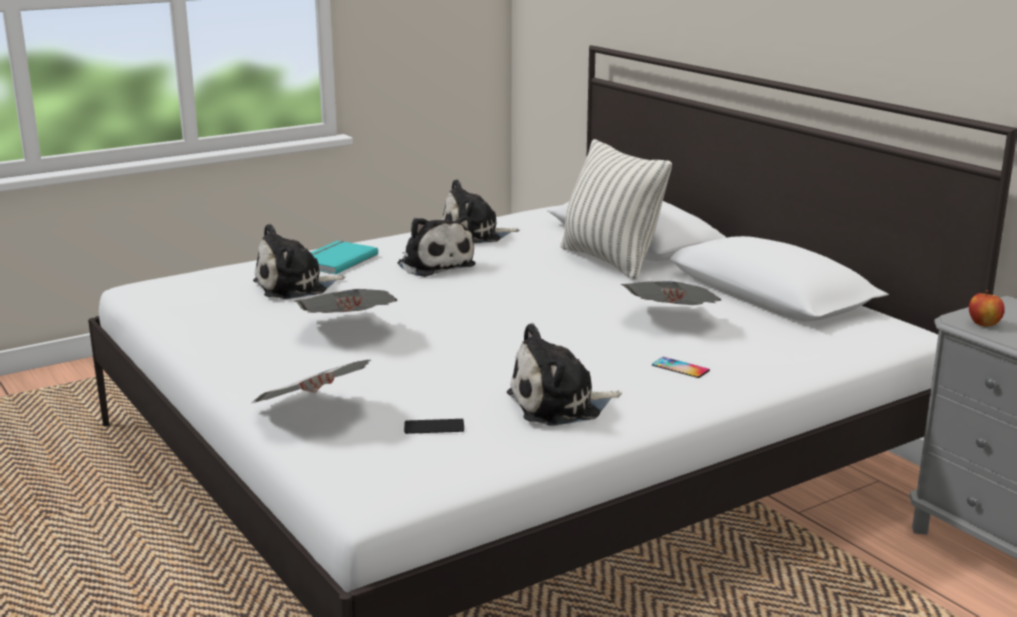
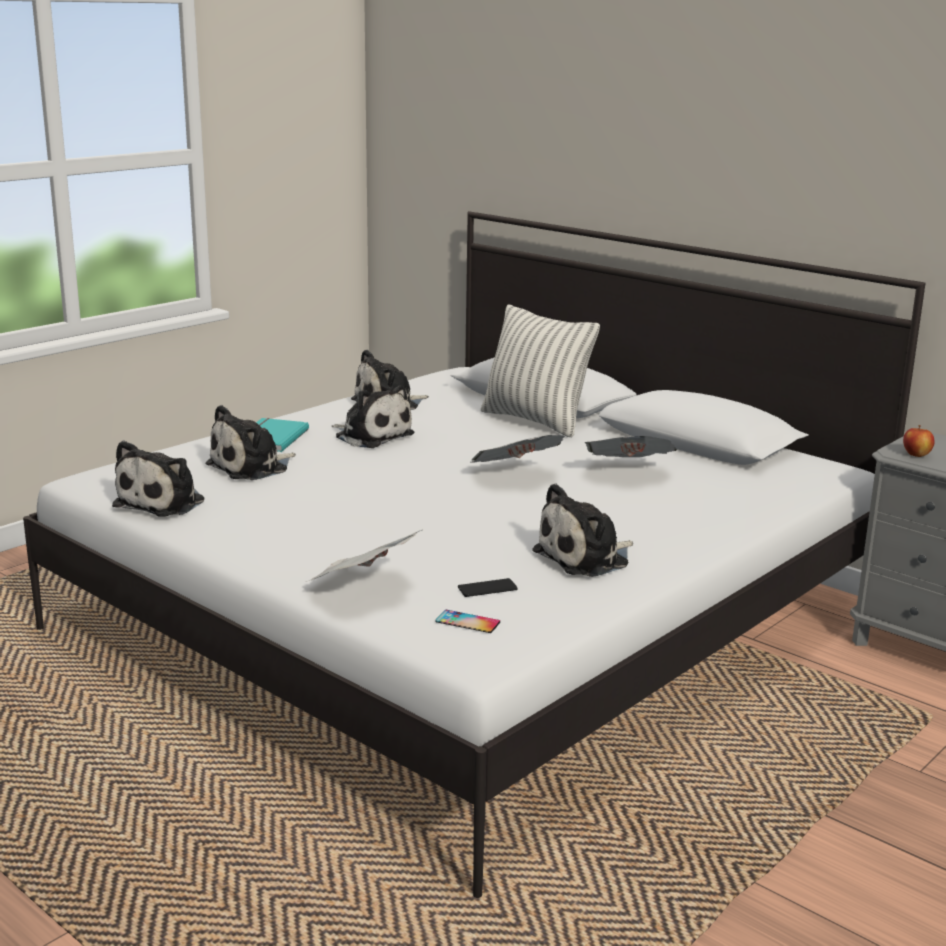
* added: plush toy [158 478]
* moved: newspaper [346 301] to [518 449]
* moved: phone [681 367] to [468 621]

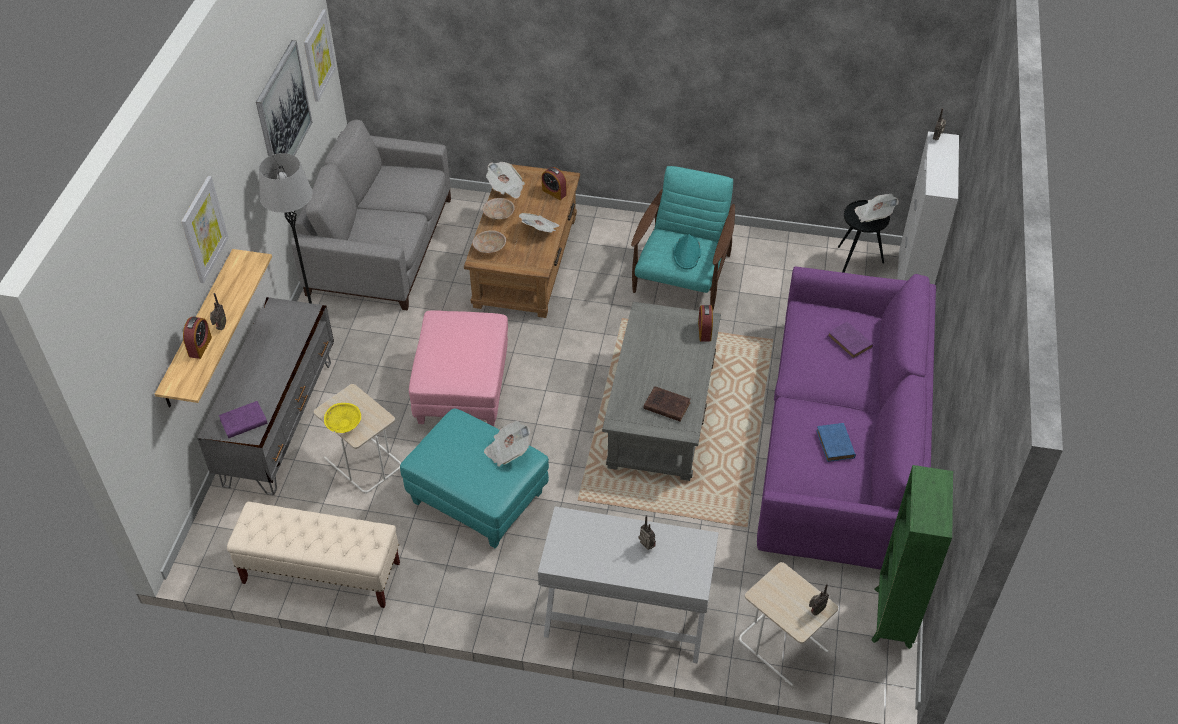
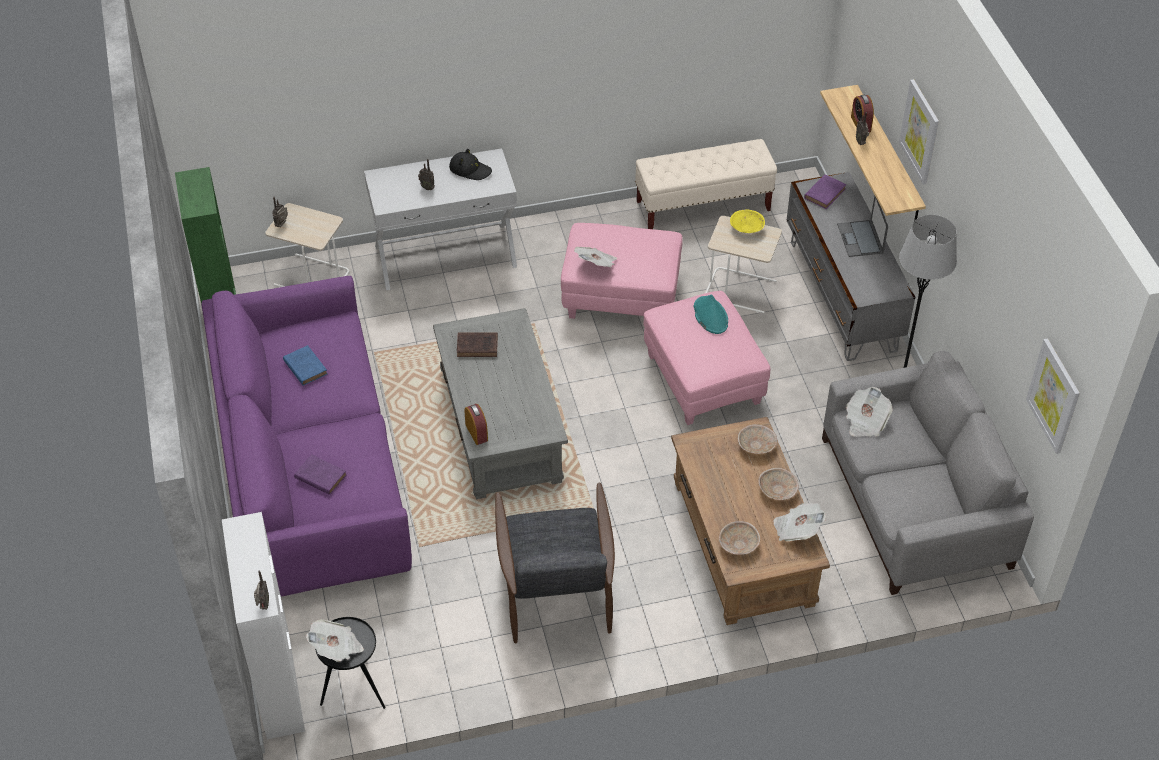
* removed: picture [284 98]
* added: black hat [470 164]
* added: laptop [862 226]
* moved: newspaper [539 223] to [869 412]
* moved: turquoise hat [687 251] to [711 314]
* replaced: alarm clock [554 183] to beige bowl [739 538]
* recoloured: turquoise ottoman [474 478] to pink ottoman [622 271]
* recoloured: turquoise armchair [683 238] to grey armchair [555 562]

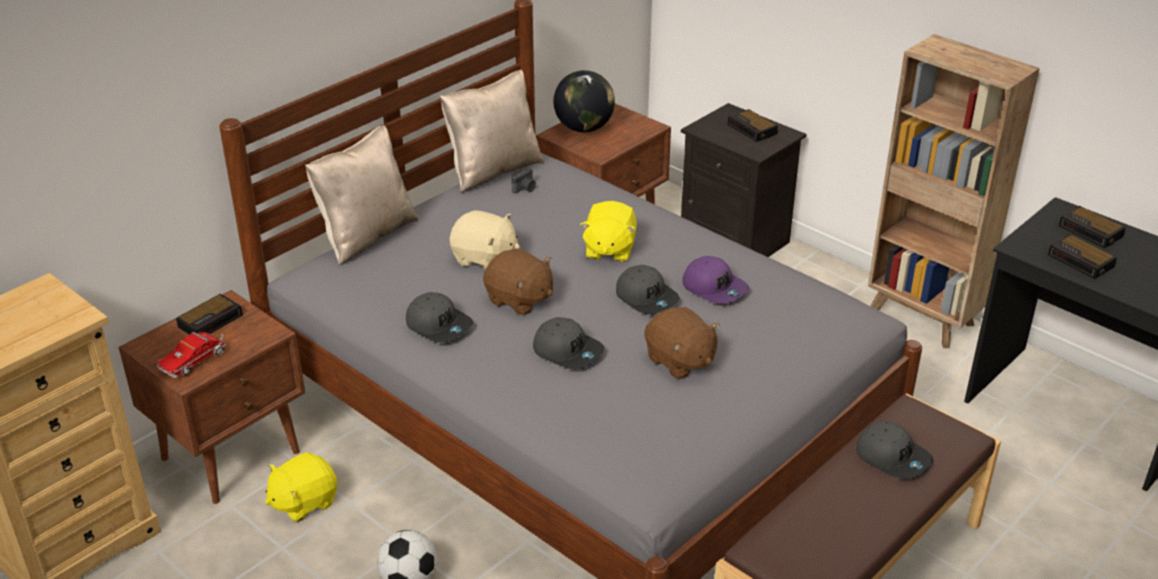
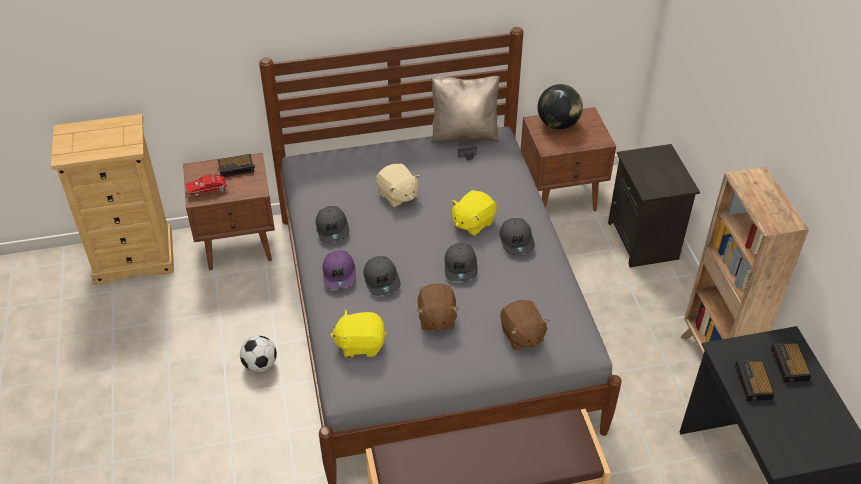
* removed: beige pillow [362 195]
* removed: alarm clock [753 125]
* moved: yellow plush toy [301 487] to [358 333]
* moved: brown plush toy [518 282] to [525 325]
* moved: purple cap [715 280] to [339 269]
* moved: grey cap [894 450] to [517 236]

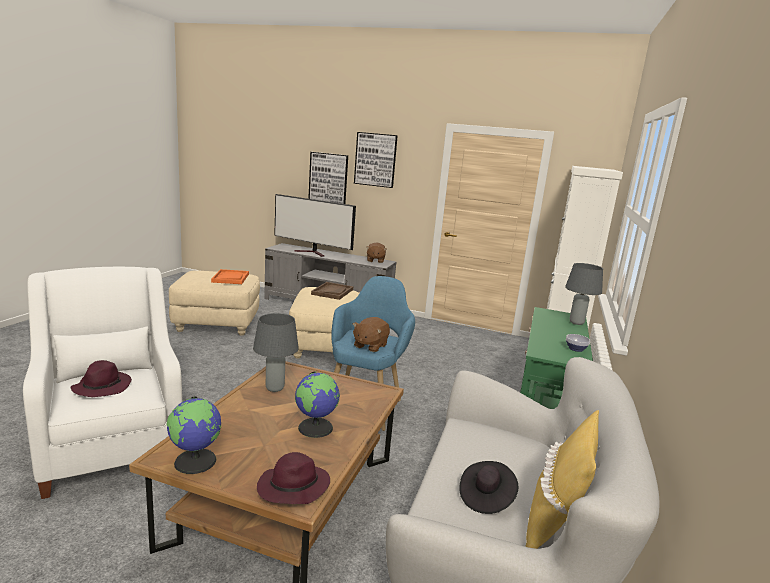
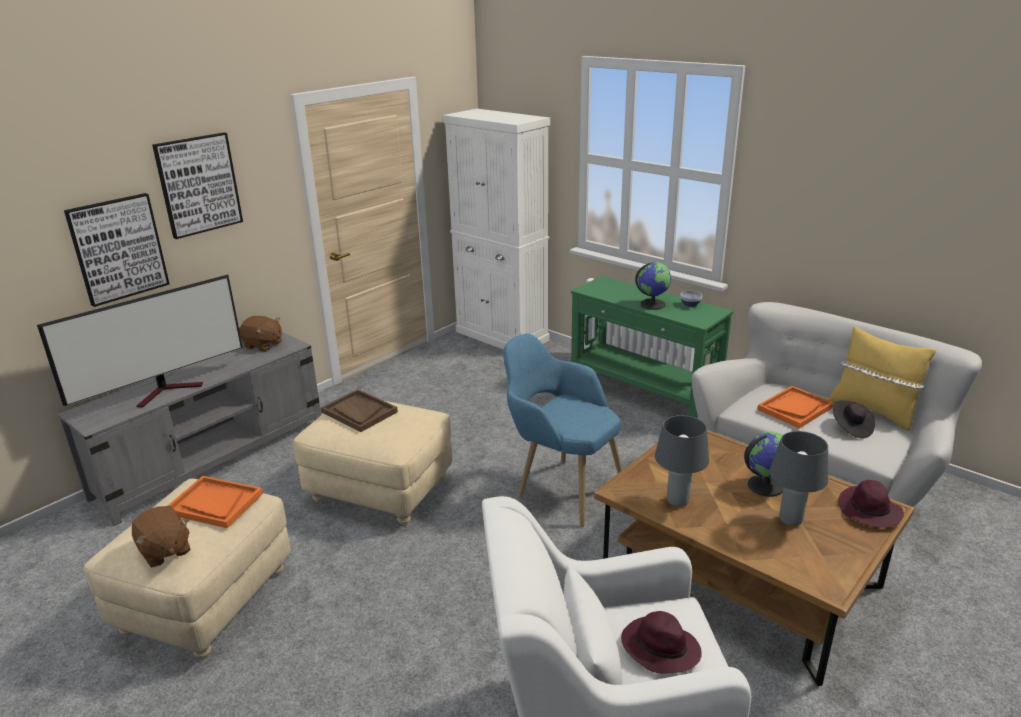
* added: orange tray [795 407]
* moved: globe [194 435] to [653 286]
* moved: brown plush toy [371 334] to [161 536]
* moved: grey table lamp [584 294] to [798 478]

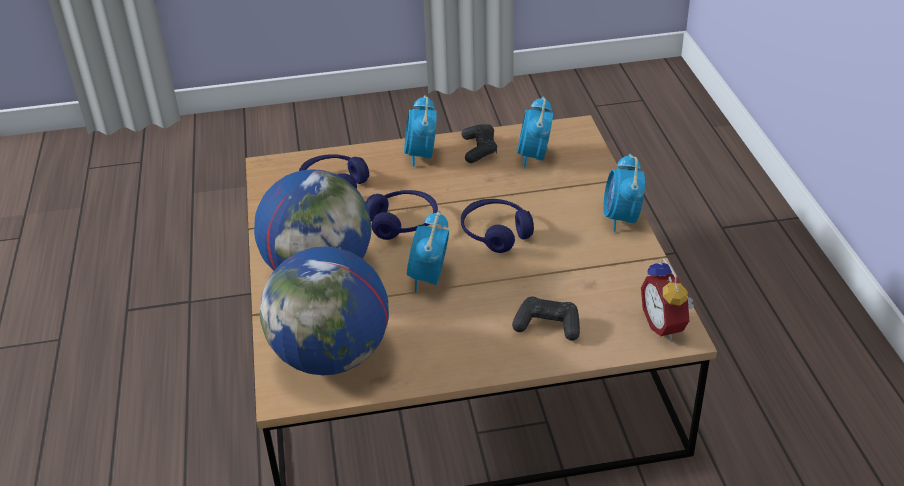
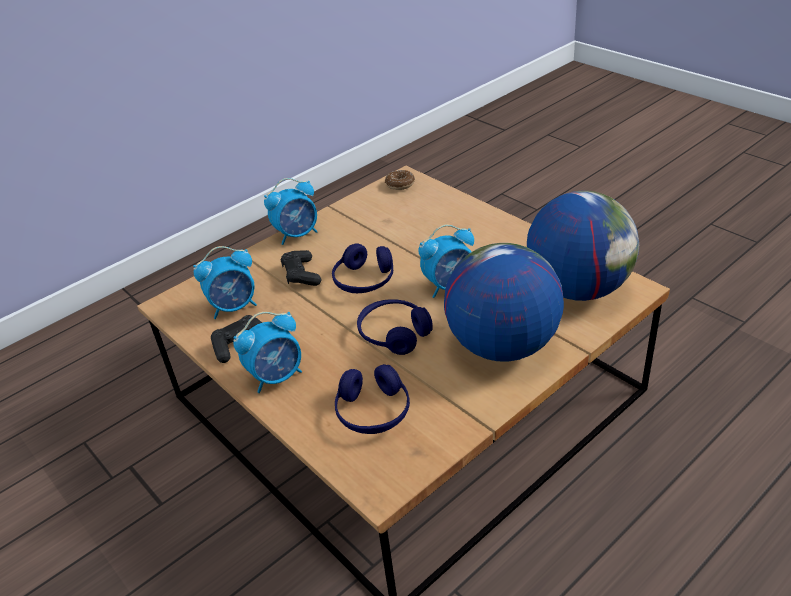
* moved: black game controller [546 319] to [300 268]
* replaced: alarm clock [667 299] to donut [400 180]

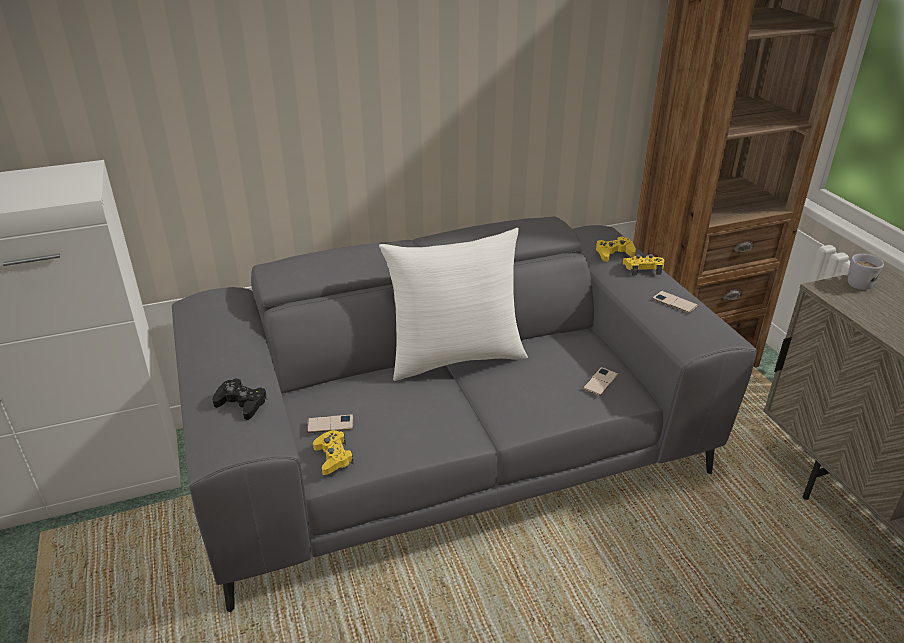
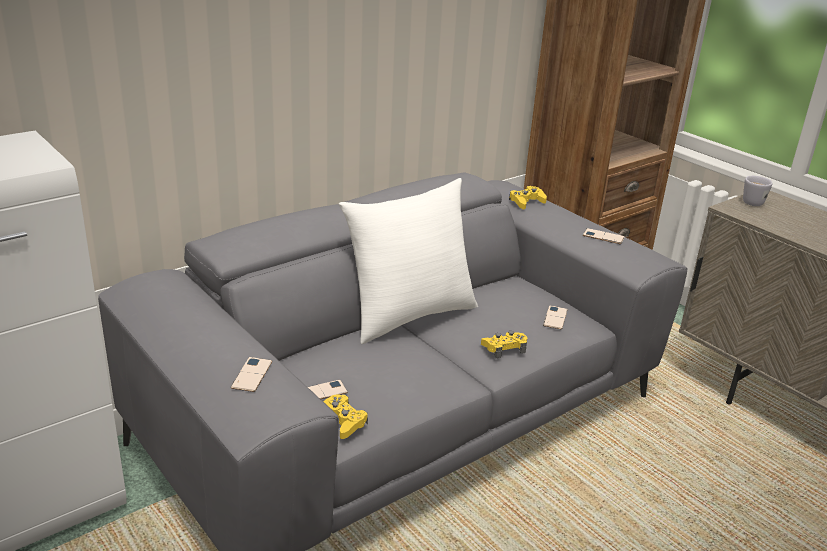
* moved: yellow game controller [644 264] to [504 344]
* replaced: black game controller [239 399] to phone [251 374]

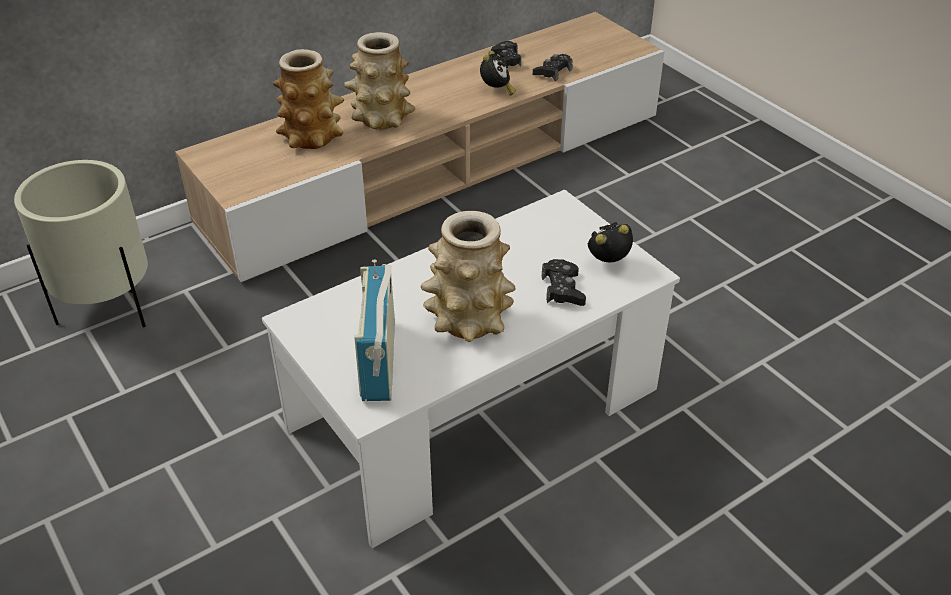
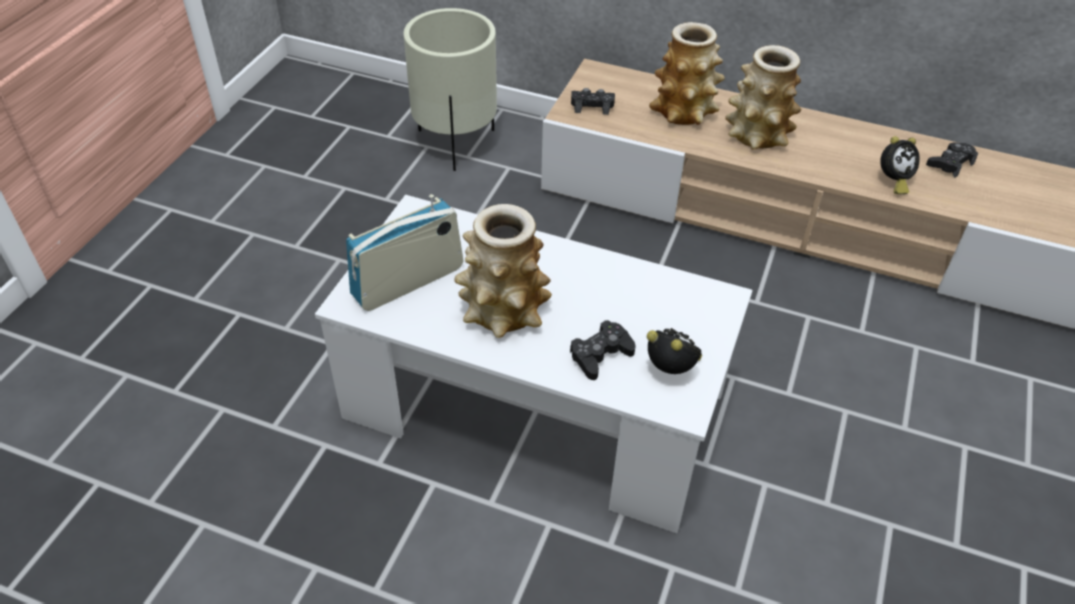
* moved: black game controller [553 67] to [593 101]

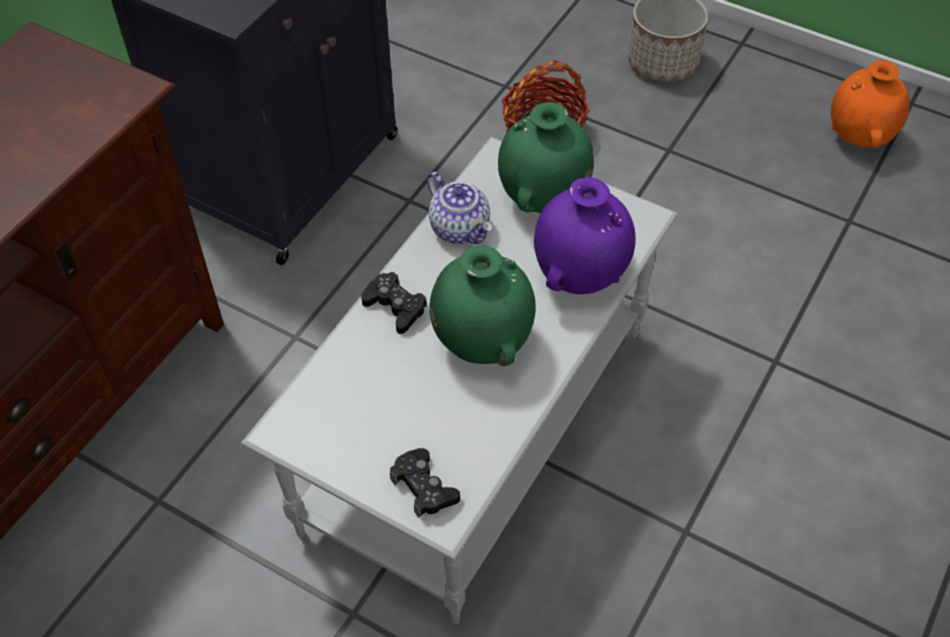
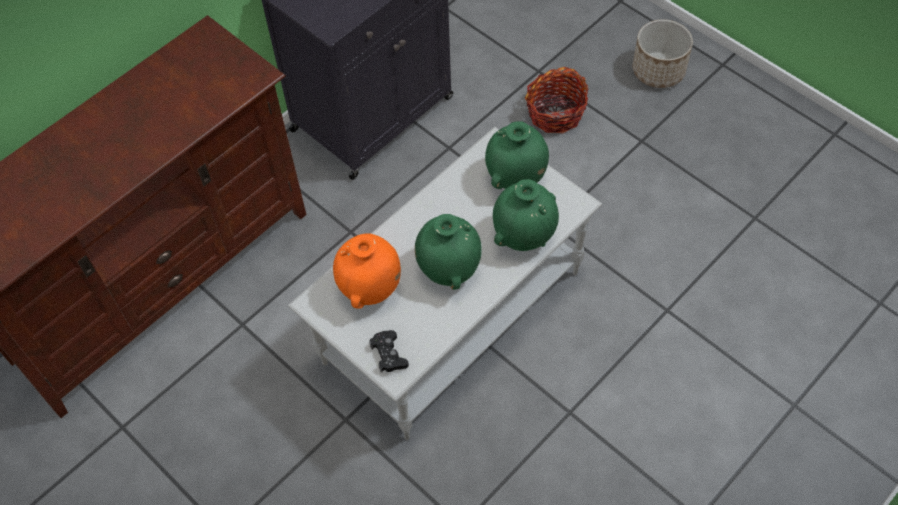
* removed: black game controller [394 303]
* removed: teapot [459 208]
* moved: orange vase [870 104] to [367 271]
* recoloured: purple vase [585 235] to green vase [526 215]

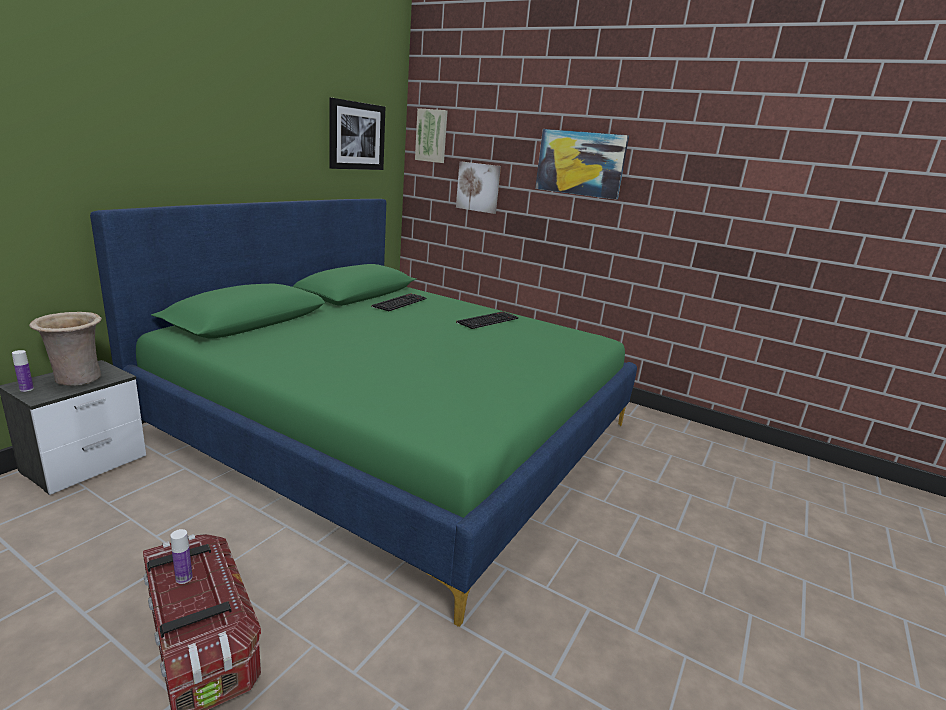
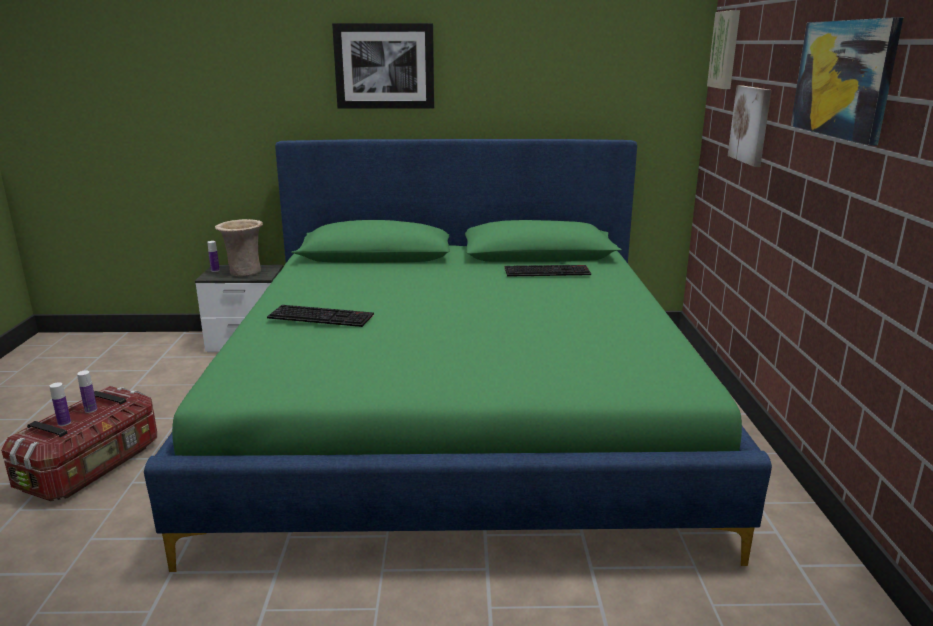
* added: bottle [60 404]
* moved: picture [357 133] to [383 66]
* moved: keyboard [487 320] to [320 316]

